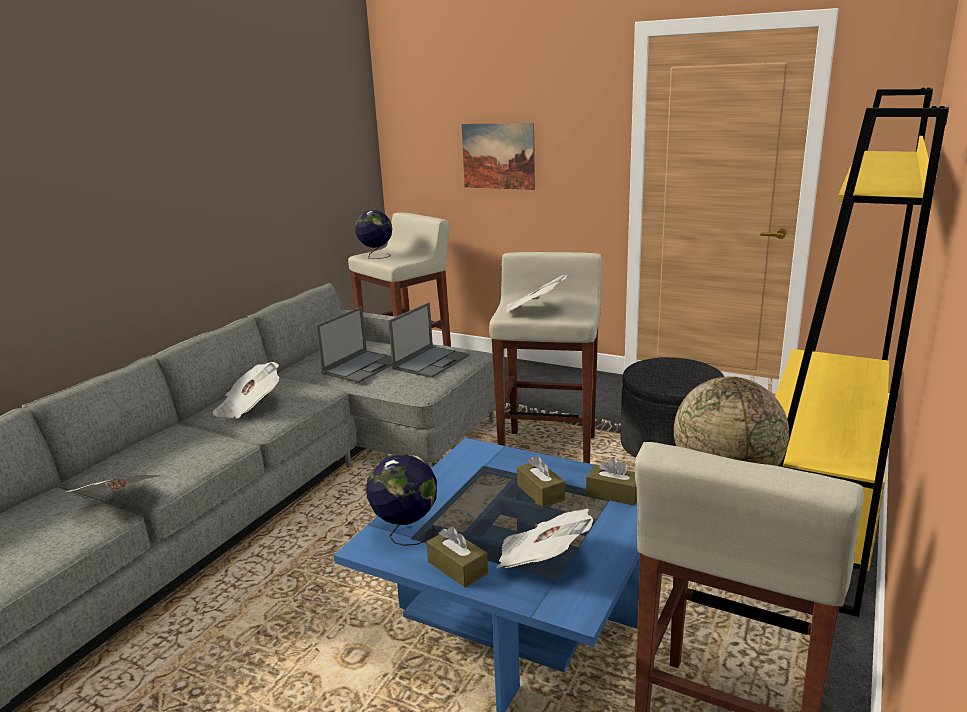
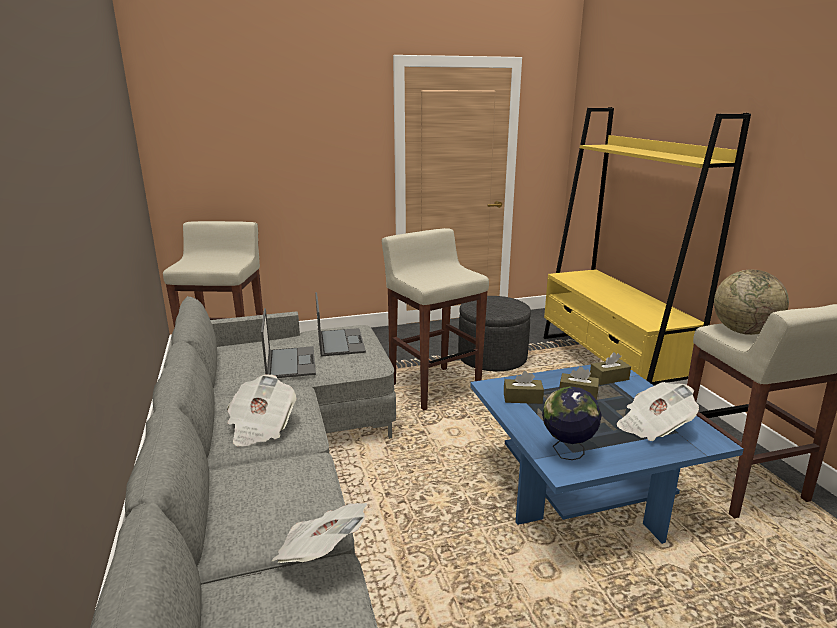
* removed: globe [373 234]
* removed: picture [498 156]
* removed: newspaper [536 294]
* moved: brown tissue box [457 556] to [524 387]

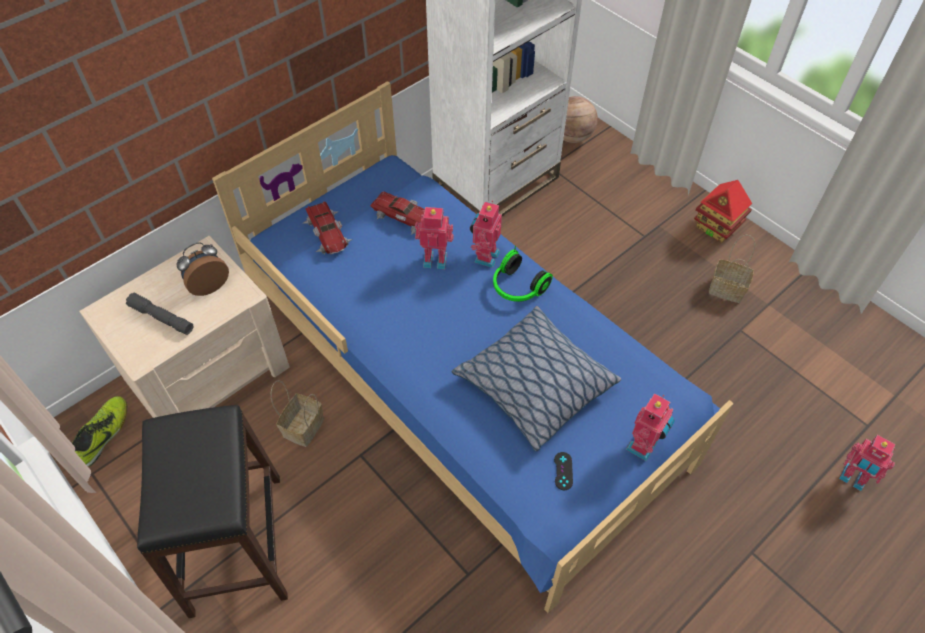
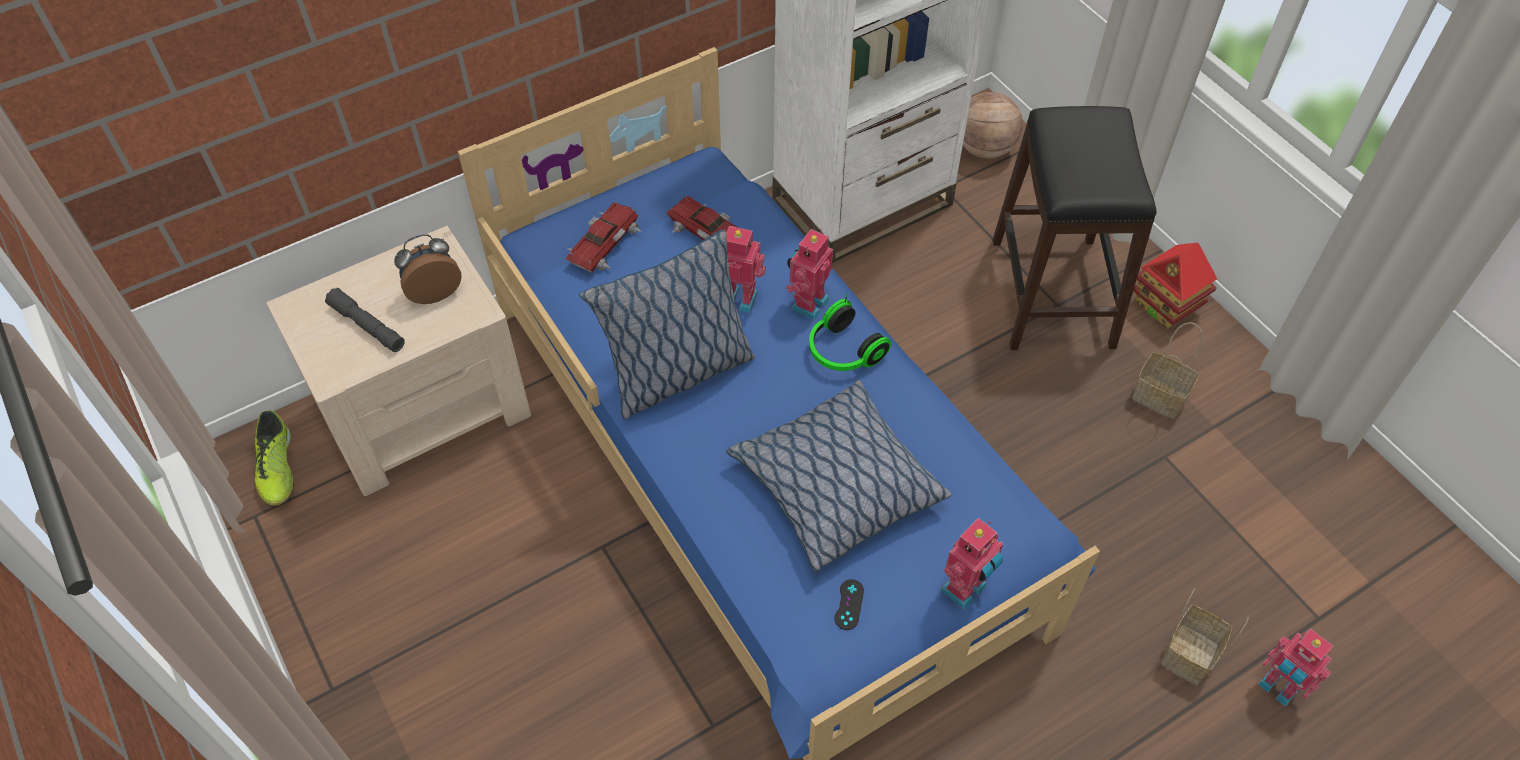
* added: pillow [667 325]
* moved: black stool [212 511] to [1075 228]
* moved: basket [297 413] to [1205 636]
* turned: shoe [99 431] = [274 458] 135 degrees clockwise
* turned: toy car [327 227] = [603 237] 135 degrees counterclockwise

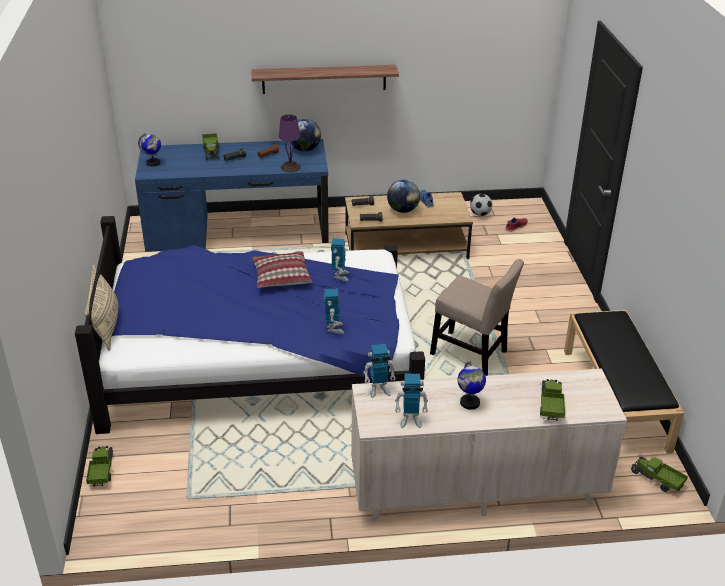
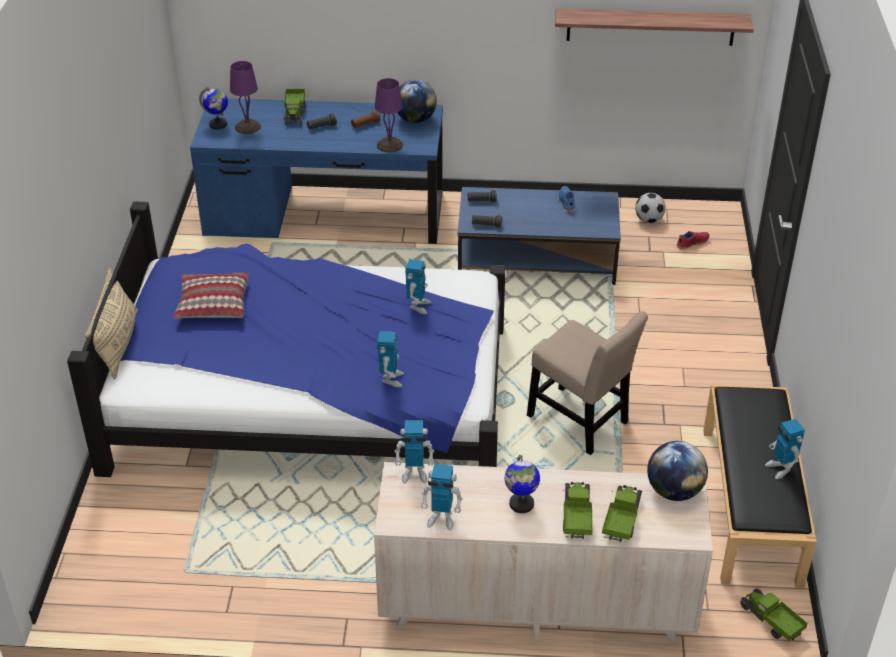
* added: purple table lamp [245 97]
* added: toy robot [785 449]
* moved: toy truck [99 466] to [577 510]
* moved: shelf [325 79] to [654 27]
* moved: pillow [282 270] to [210 295]
* moved: globe [403 196] to [677 471]
* recoloured: brown coffee table [409 225] to blue coffee table [539 236]

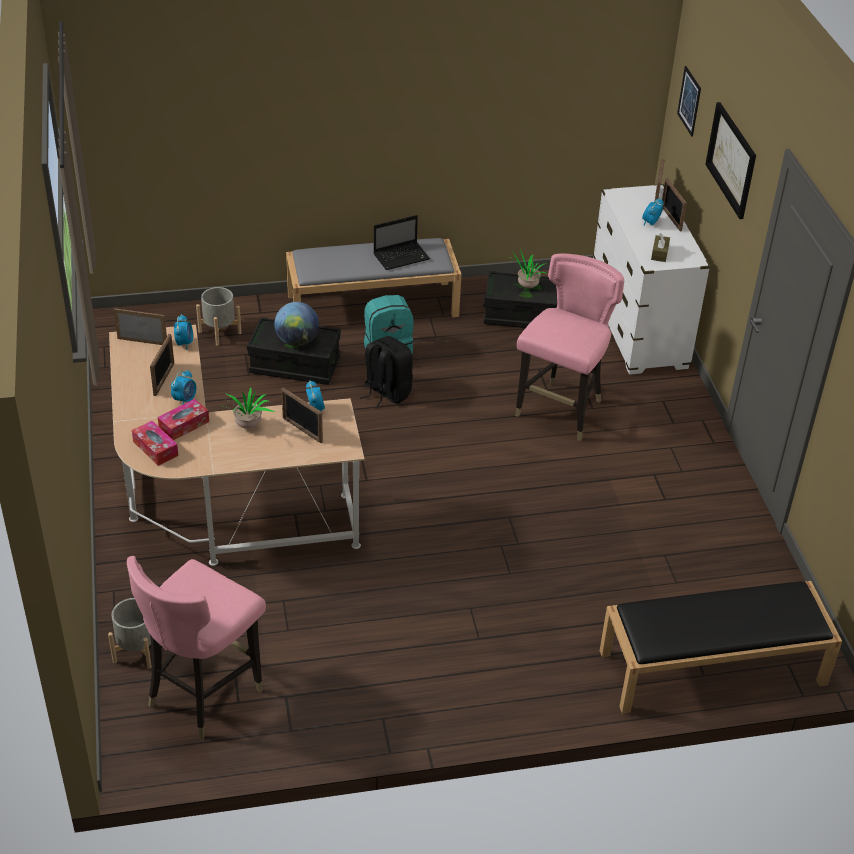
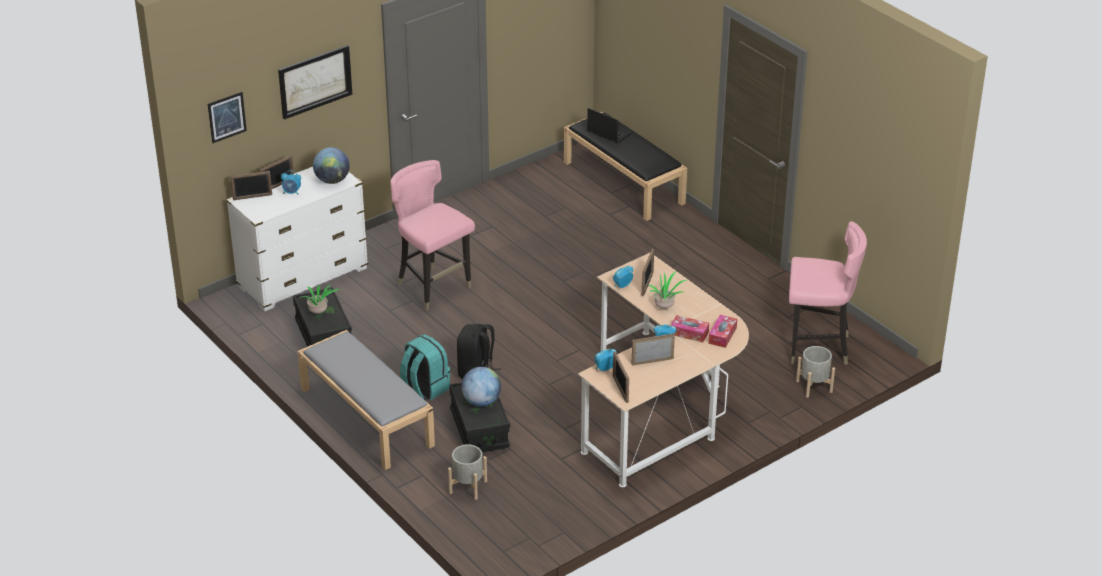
* moved: laptop [401 242] to [609 125]
* replaced: brown tissue box [660 247] to globe [331 165]
* turned: pink chair [569 347] = [432 235] 45 degrees clockwise

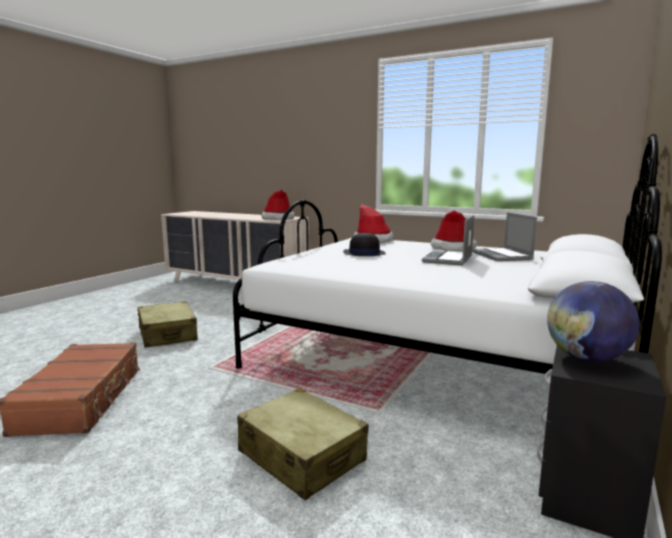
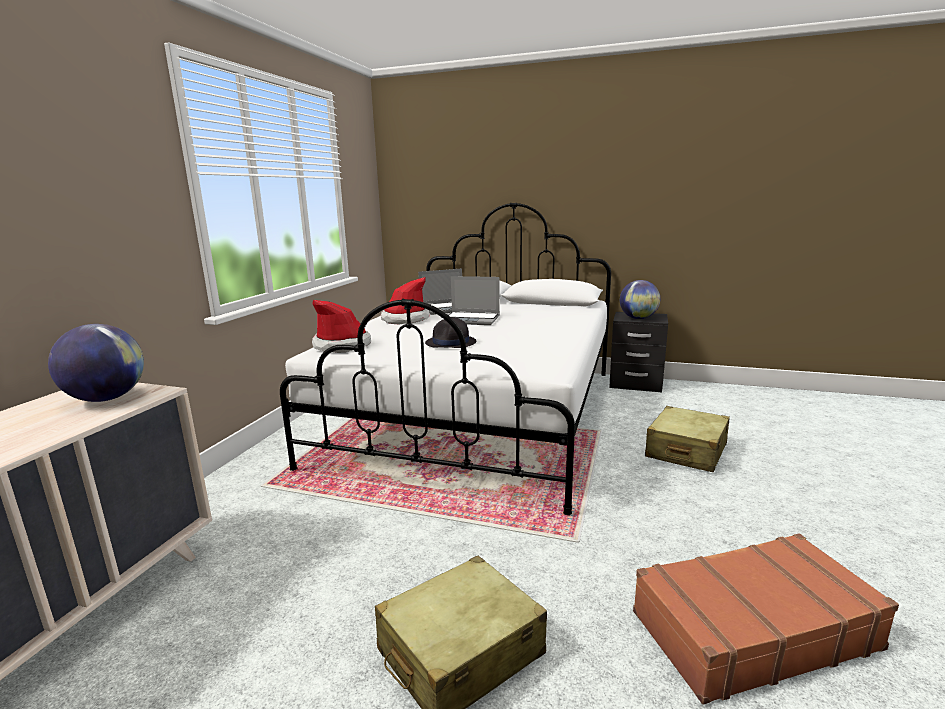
* replaced: hat [278 205] to globe [96 363]

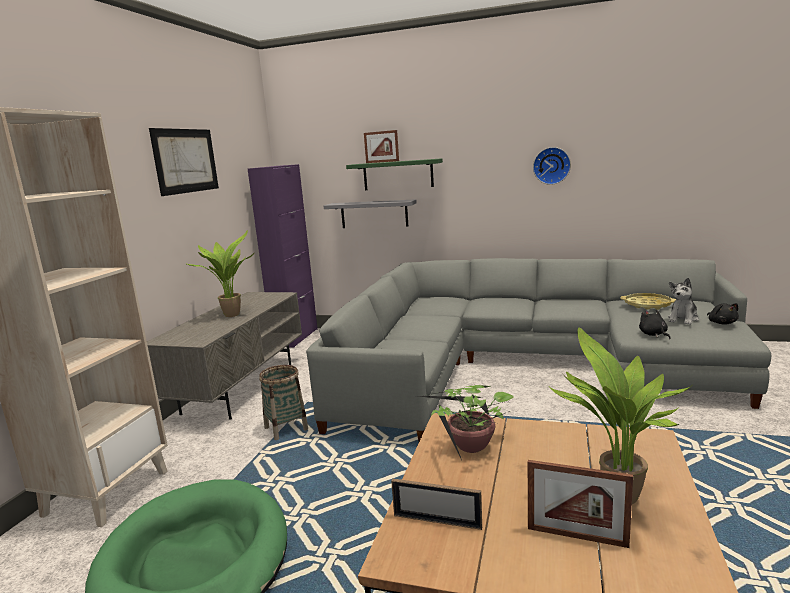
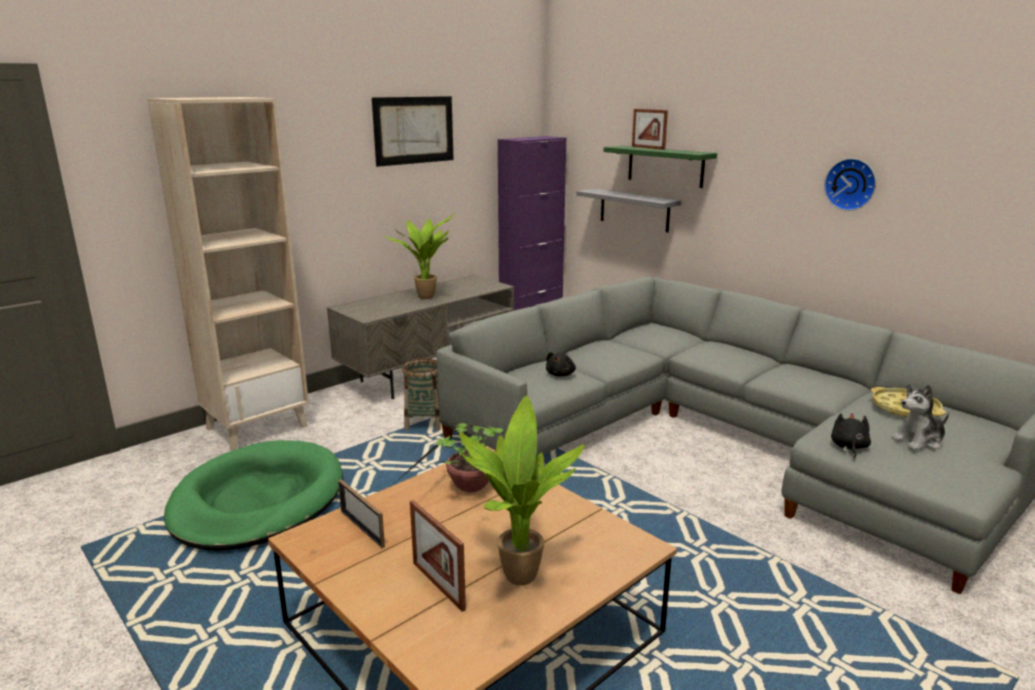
* moved: black plush toy [723 313] to [561 364]

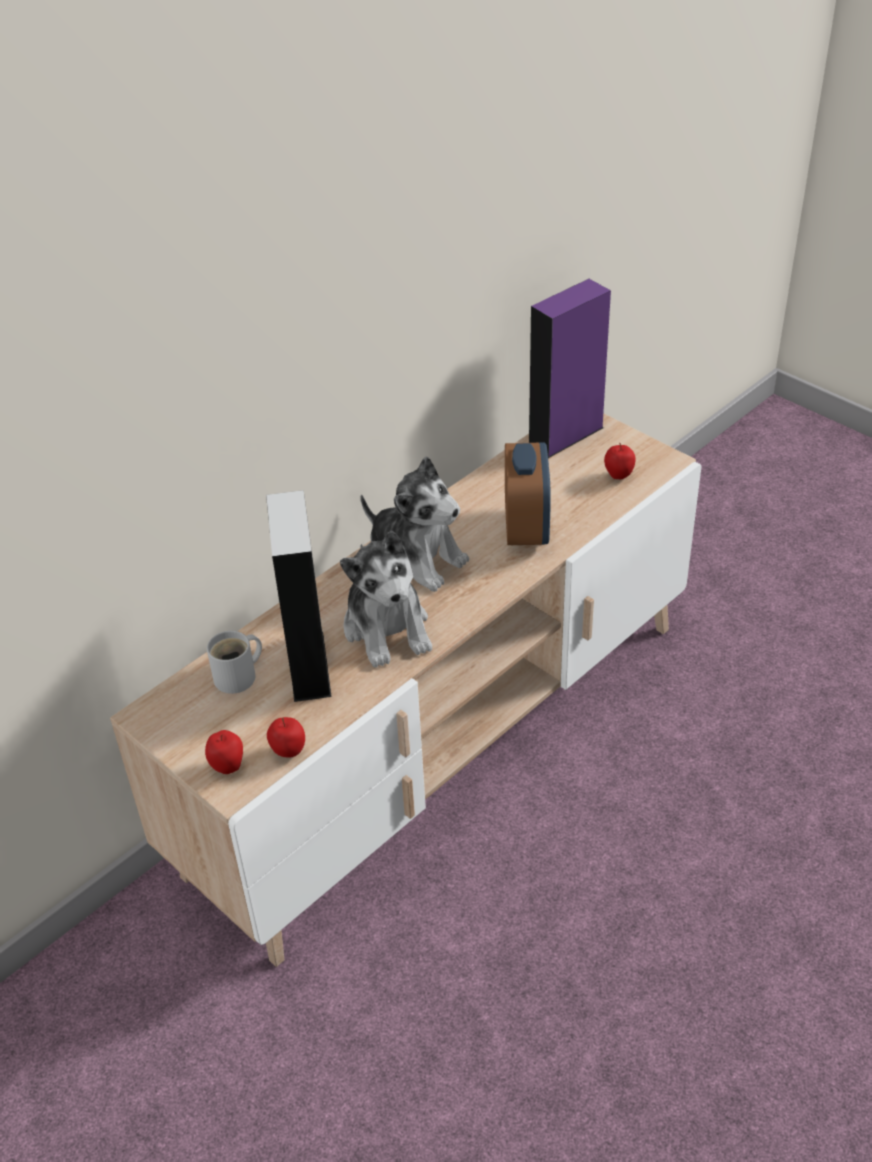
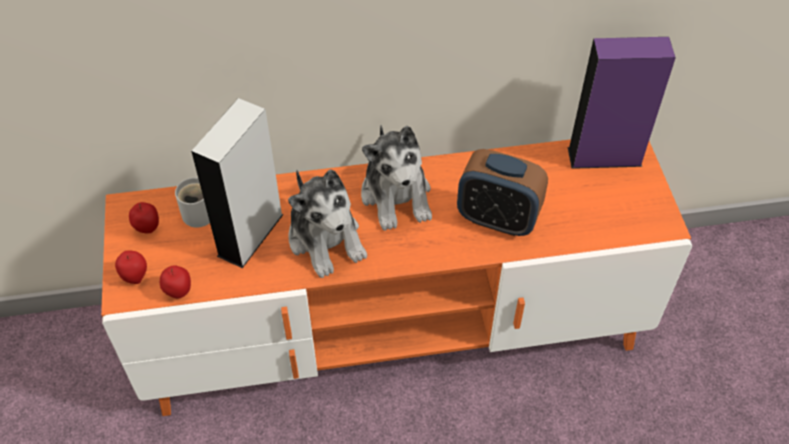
* moved: apple [620 461] to [144 218]
* recoloured: beige tv stand [405 690] to orange tv stand [396 277]
* turned: plush toy [386 599] = [327 223] 45 degrees counterclockwise
* turned: alarm clock [528 493] = [502 192] 75 degrees clockwise

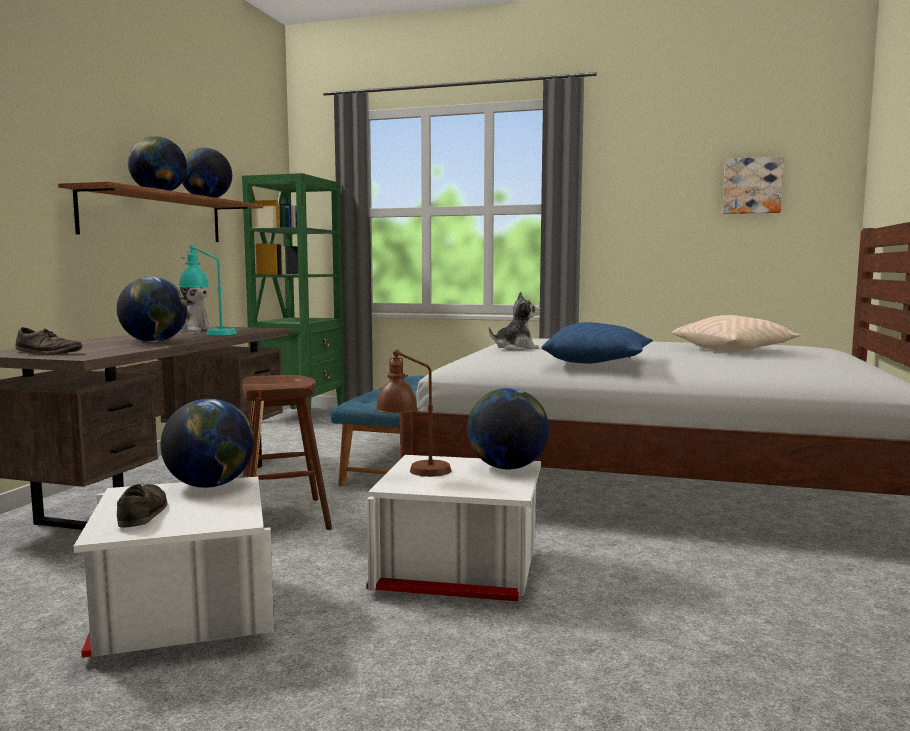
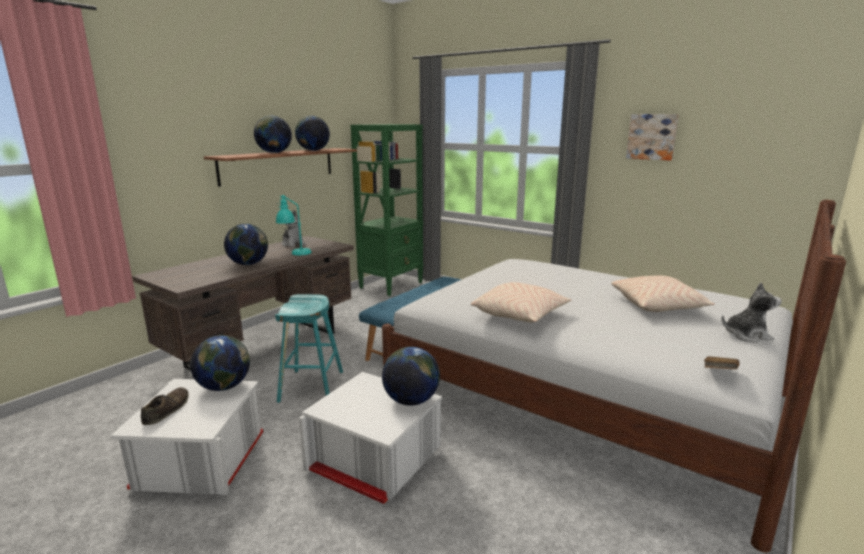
* removed: brown shoe [48 341]
* removed: brown table lamp [413 413]
* added: brown book [722 362]
* moved: plush toy [514 321] to [752 313]
* moved: picture [753 185] to [652 137]
* recoloured: brown stool [287 452] to turquoise stool [309 348]
* recoloured: blue pillow [597 343] to beige pillow [521 302]

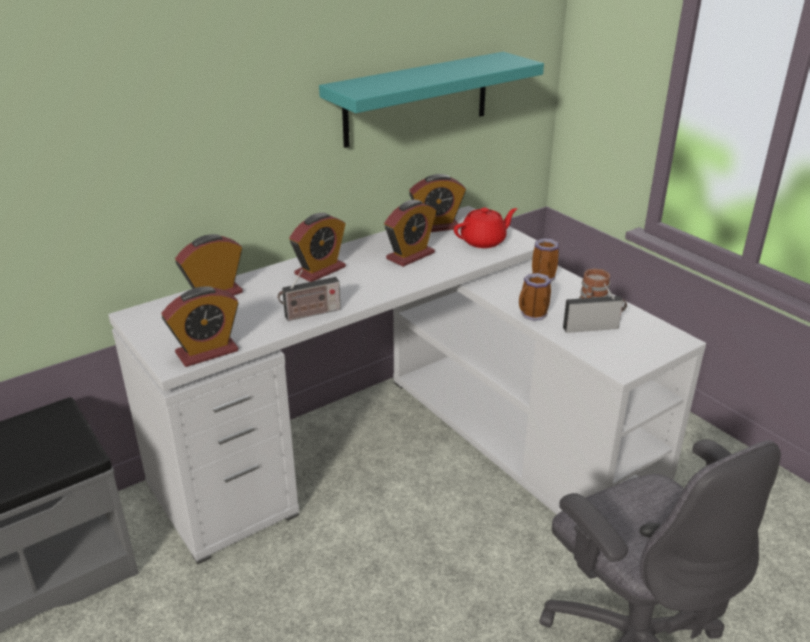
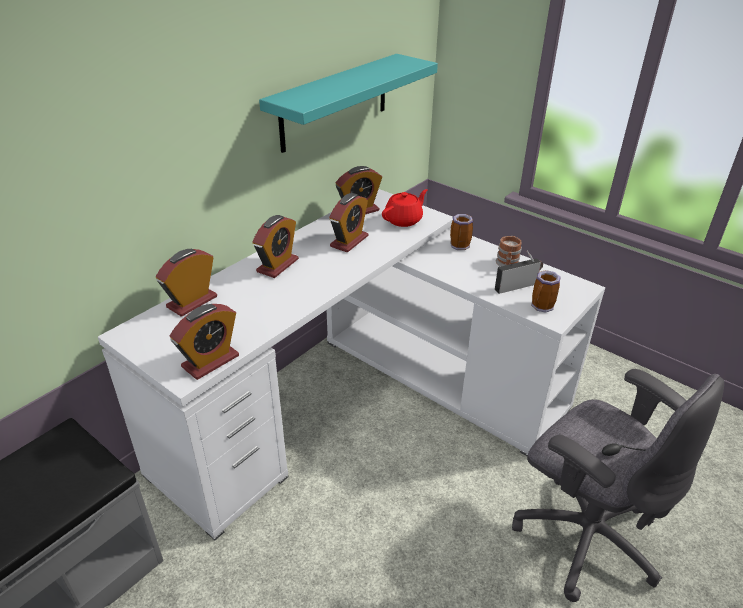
* removed: radio [309 295]
* moved: mug [535 297] to [546 291]

